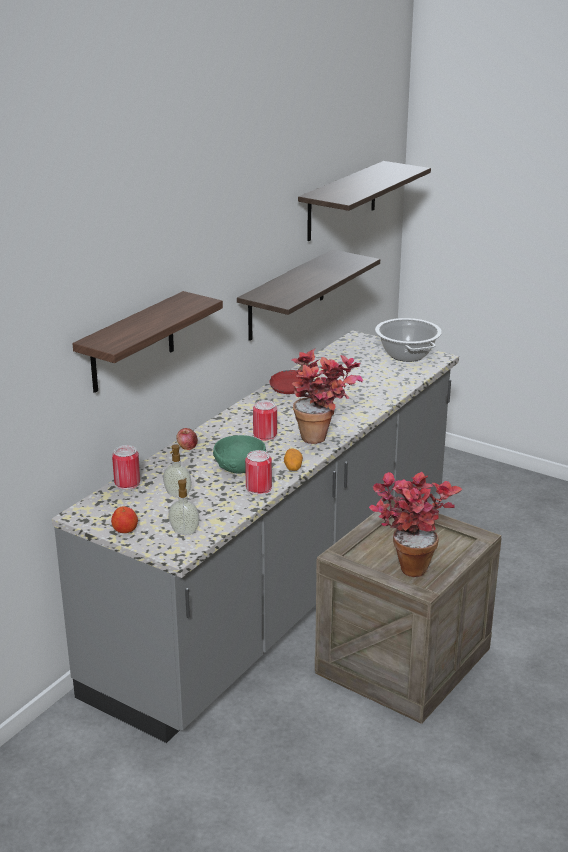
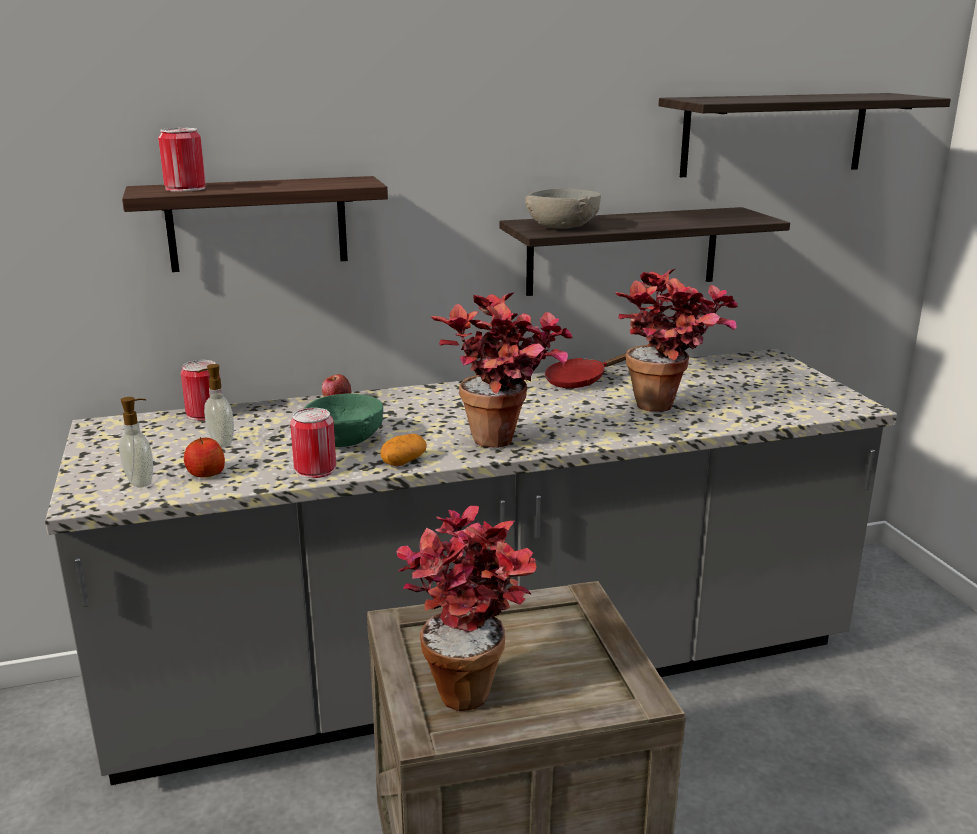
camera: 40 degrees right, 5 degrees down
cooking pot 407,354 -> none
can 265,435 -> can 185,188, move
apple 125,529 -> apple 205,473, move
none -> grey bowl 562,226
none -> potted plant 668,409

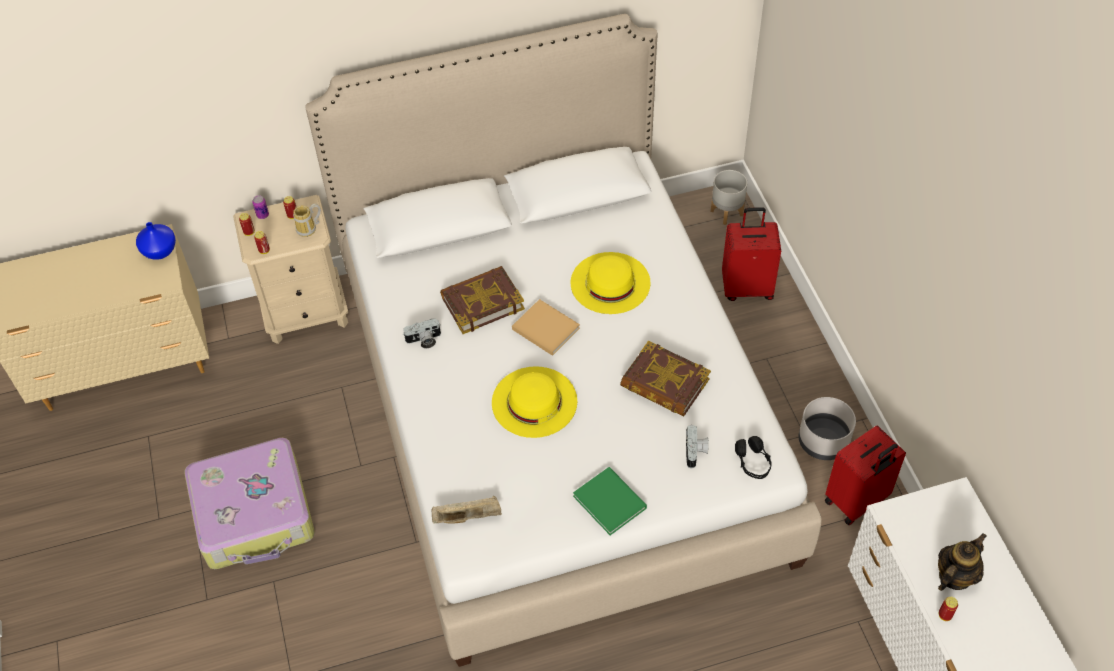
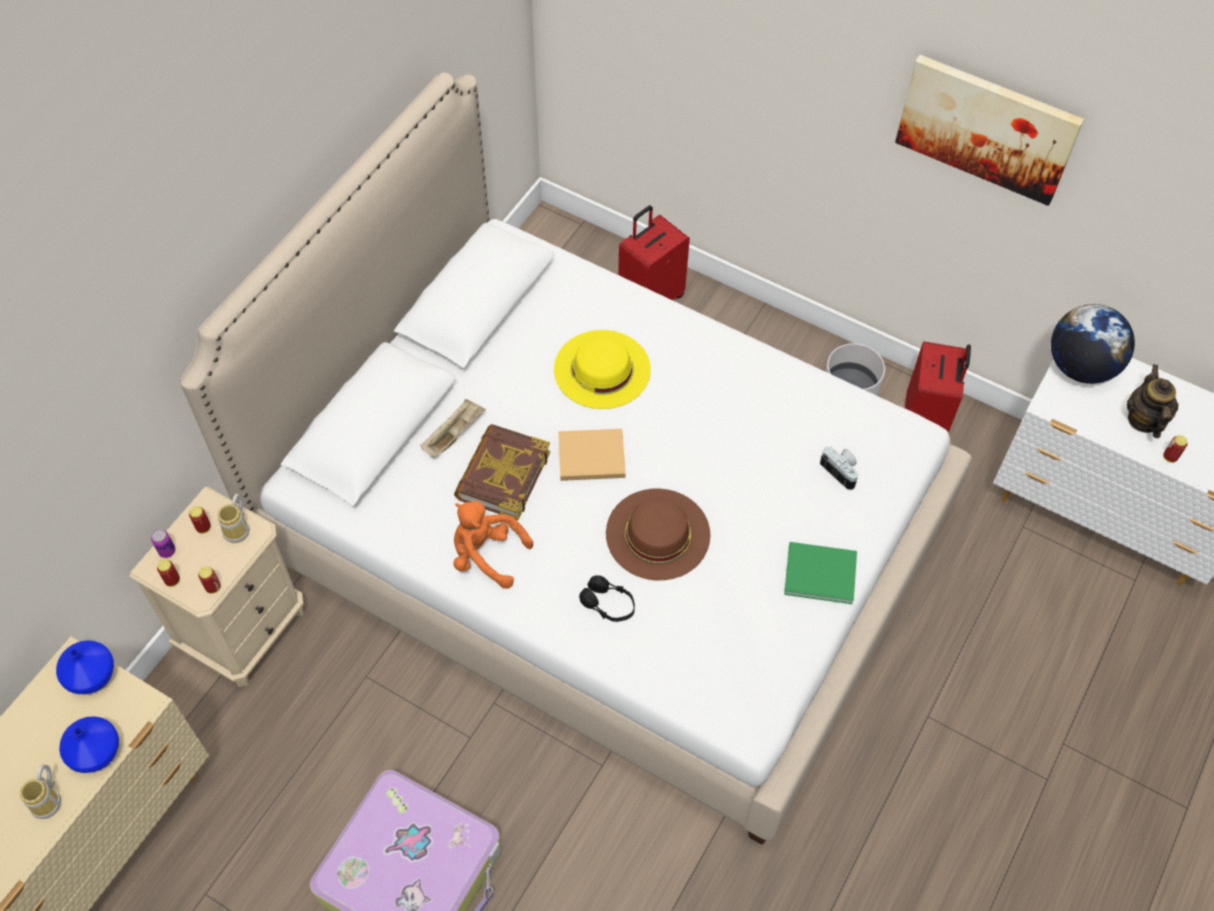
camera: 45 degrees left, 5 degrees up
grey planter 726,213 -> none
photo camera 424,340 -> orange plush toy 486,555
book 664,384 -> none
yellow hat 534,401 -> brown hat 658,534
black headphones 753,462 -> black headphones 608,604, move
beige tray 468,516 -> beige tray 454,434, move
none -> picture 987,128
none -> globe 1080,367
none -> blue vase 95,753
none -> mug 49,800

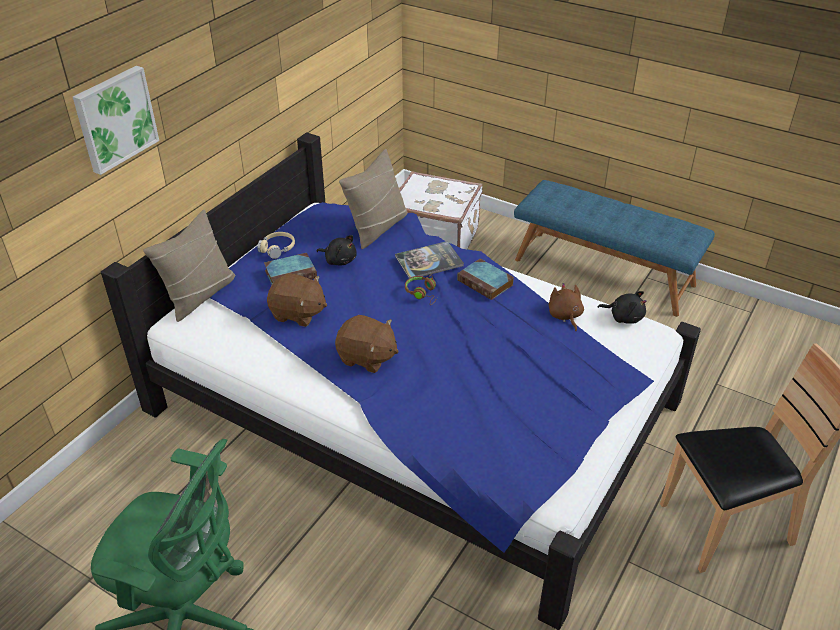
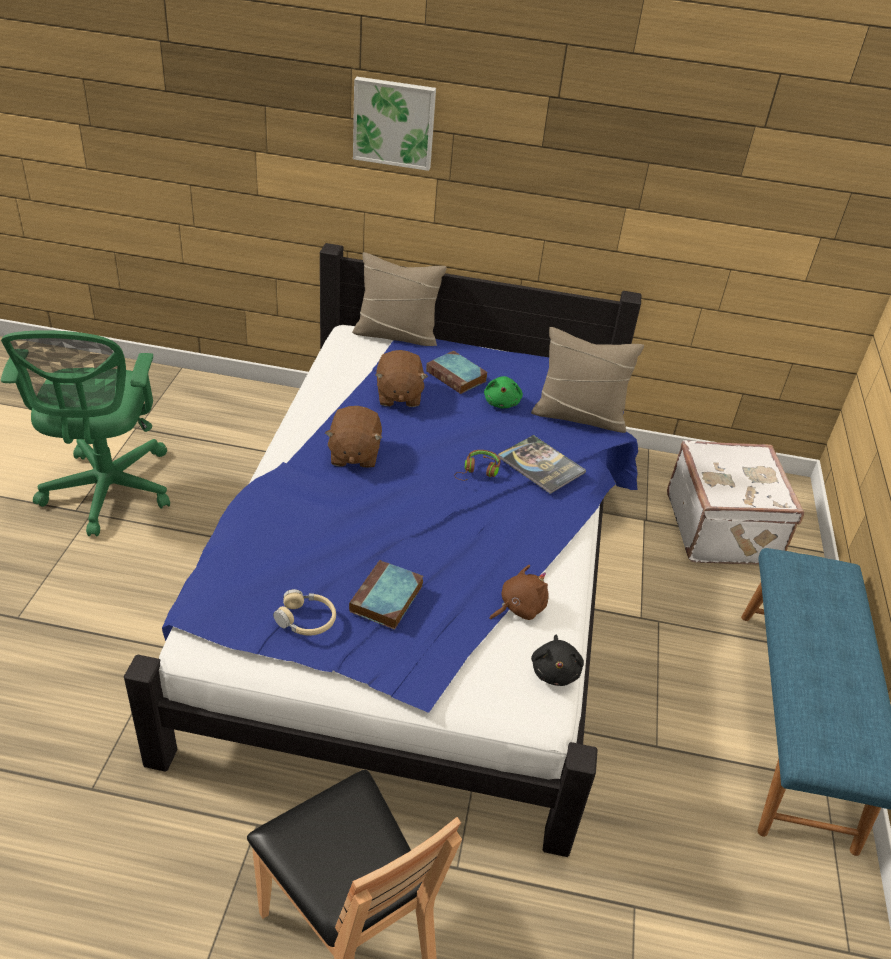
camera: 65 degrees right, 0 degrees up
beige headphones 277,248 -> beige headphones 306,620, move
black plush toy 339,260 -> green plush toy 502,402
book 486,283 -> book 386,600, move

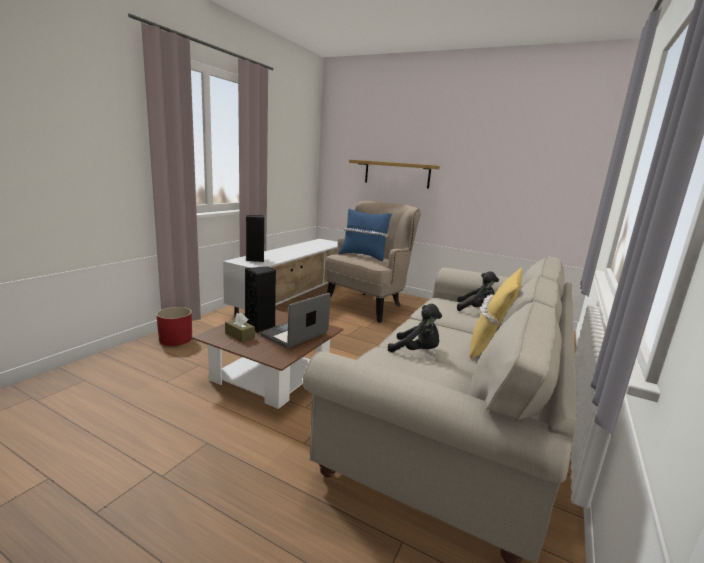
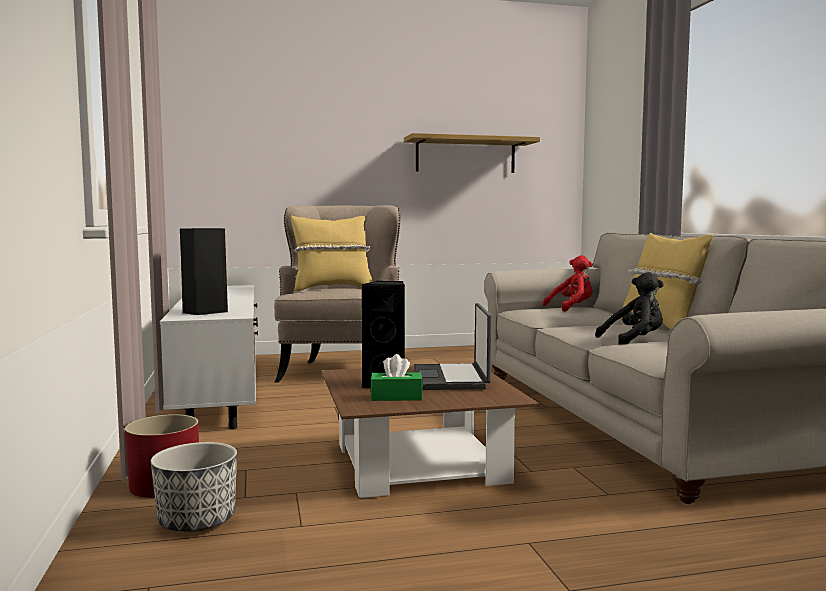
camera: 40 degrees left, 10 degrees down
shelf 397,174 -> shelf 465,155, move
blue pillow 363,256 -> yellow pillow 332,289
black plush toy 476,309 -> red plush toy 572,308
brown tissue box 239,335 -> green tissue box 396,397
none -> planter 196,521

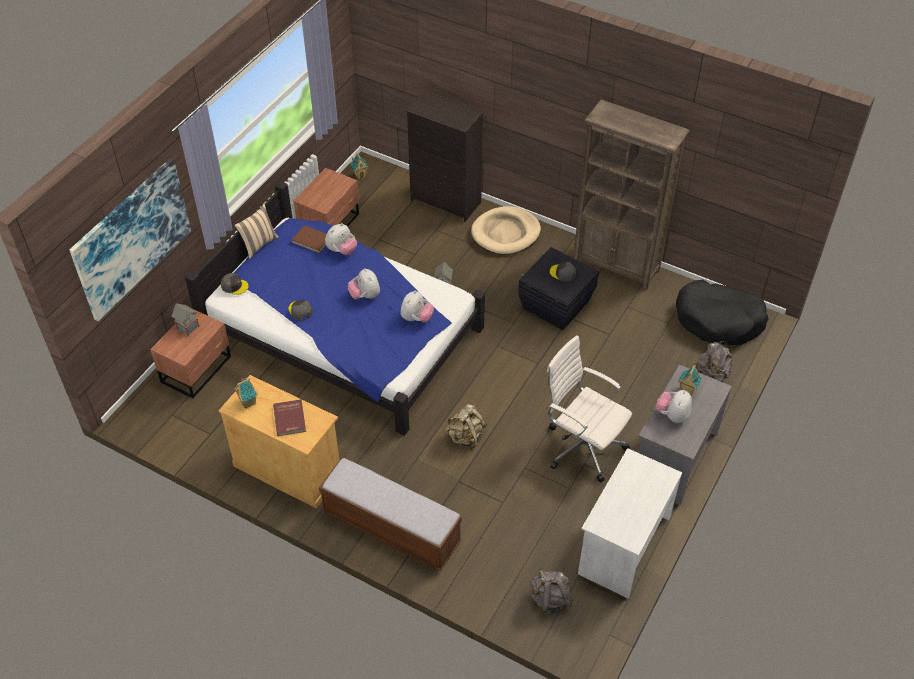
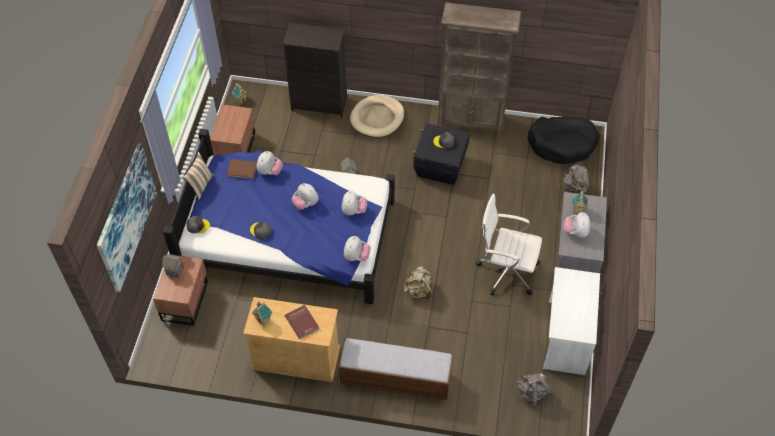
camera: 20 degrees left, 5 degrees up
none -> plush toy 356,256

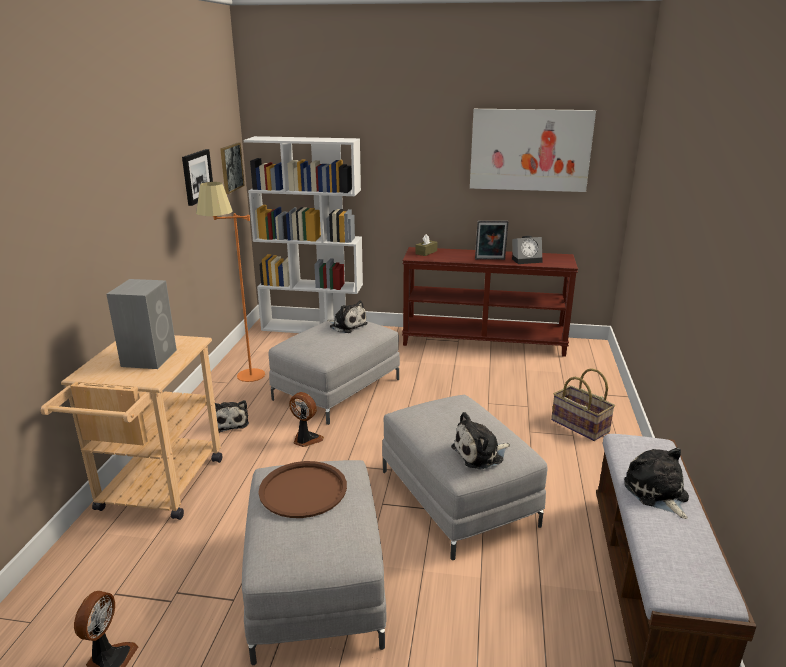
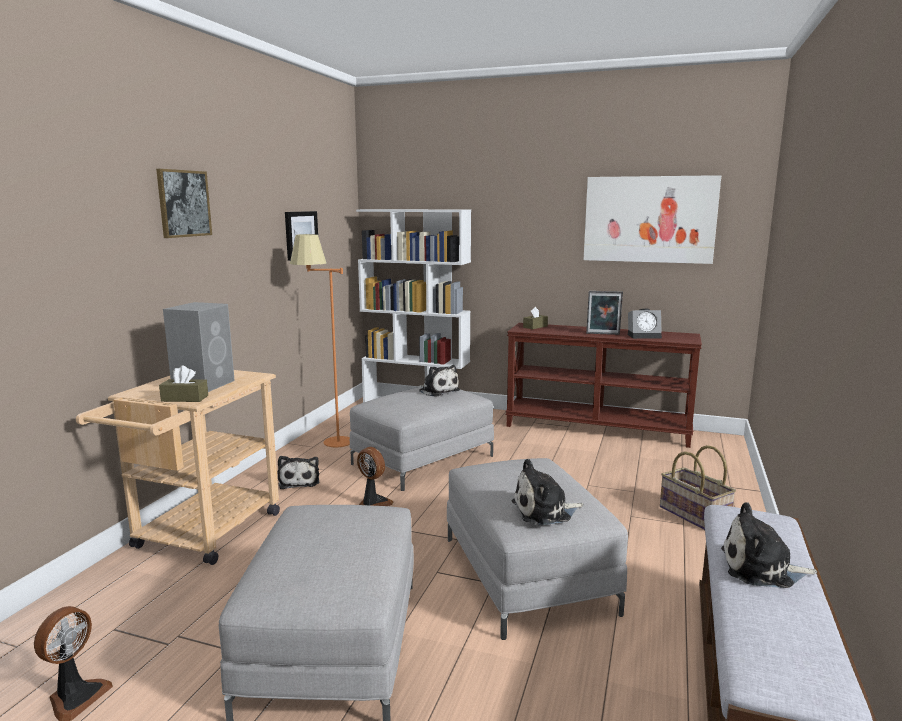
camera: 10 degrees right, 10 degrees down
picture 231,167 -> picture 184,203, move
plush toy 657,493 -> plush toy 761,569, 75 degrees counterclockwise
brown tray 303,490 -> none
none -> brown tissue box 185,398

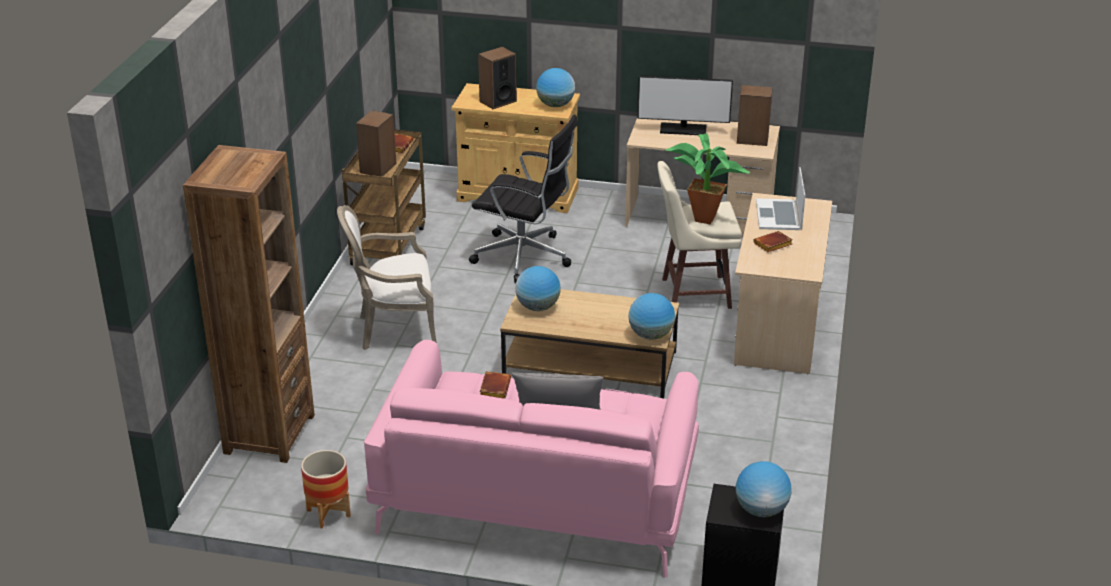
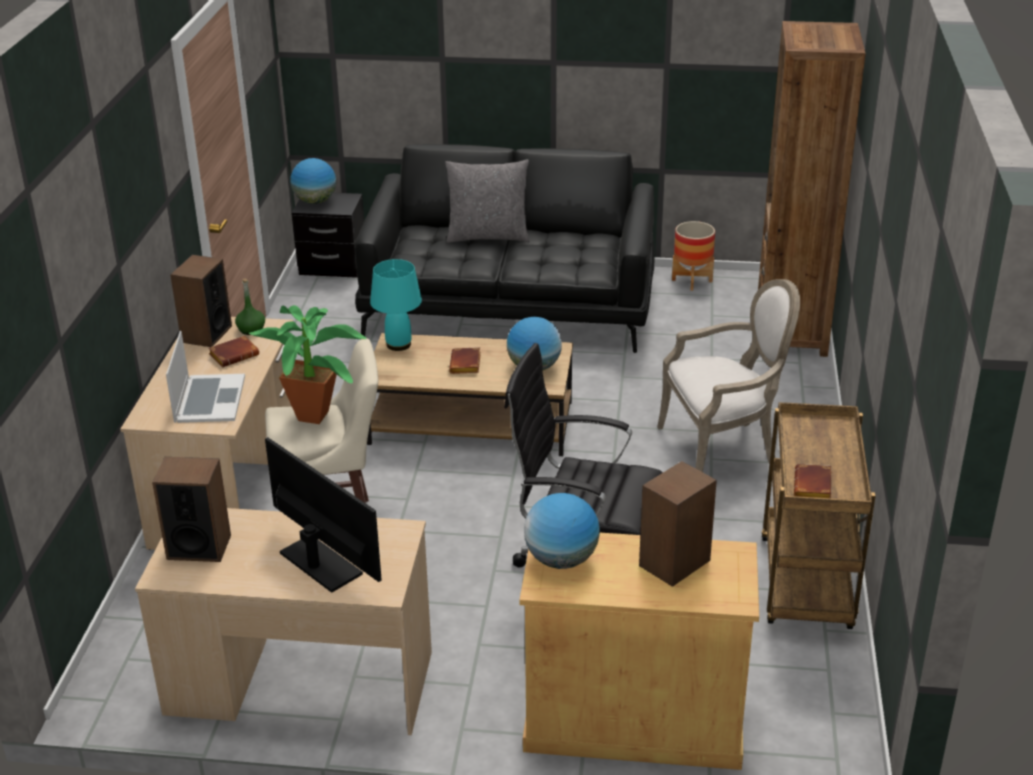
camera: 175 degrees right, 0 degrees up
monitor 683,129 -> monitor 320,564, 45 degrees clockwise
speaker 378,168 -> speaker 206,334, move
globe 650,335 -> turquoise table lamp 398,344
pink sofa 536,494 -> black sofa 511,304
brown book 494,388 -> brown book 466,365, move
none -> green bottle 251,329

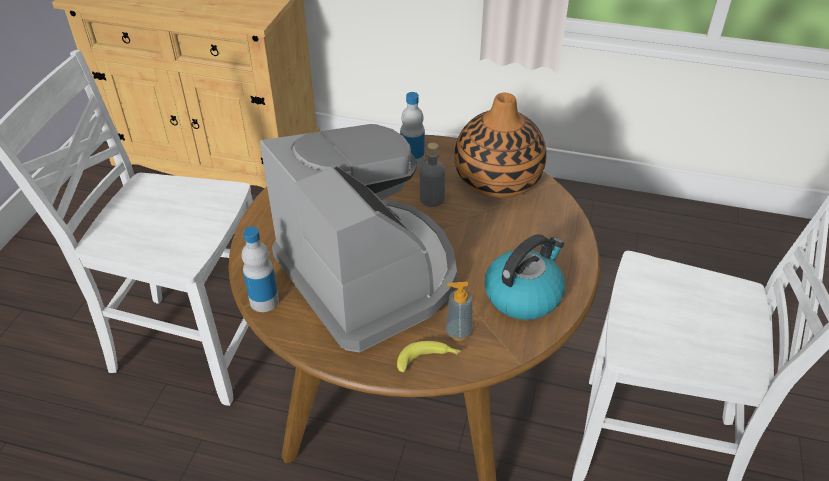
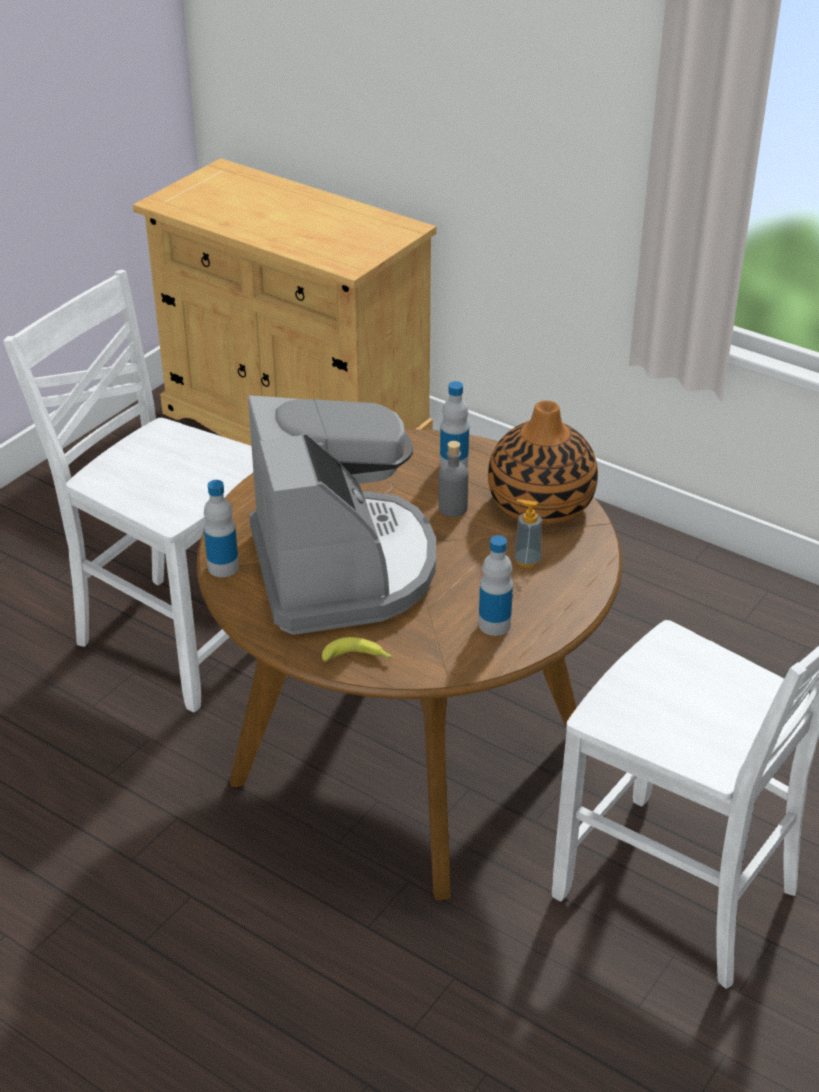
camera: 20 degrees right, 5 degrees down
kettle 523,295 -> bottle 494,624
soap dispenser 458,332 -> soap dispenser 527,560, move

